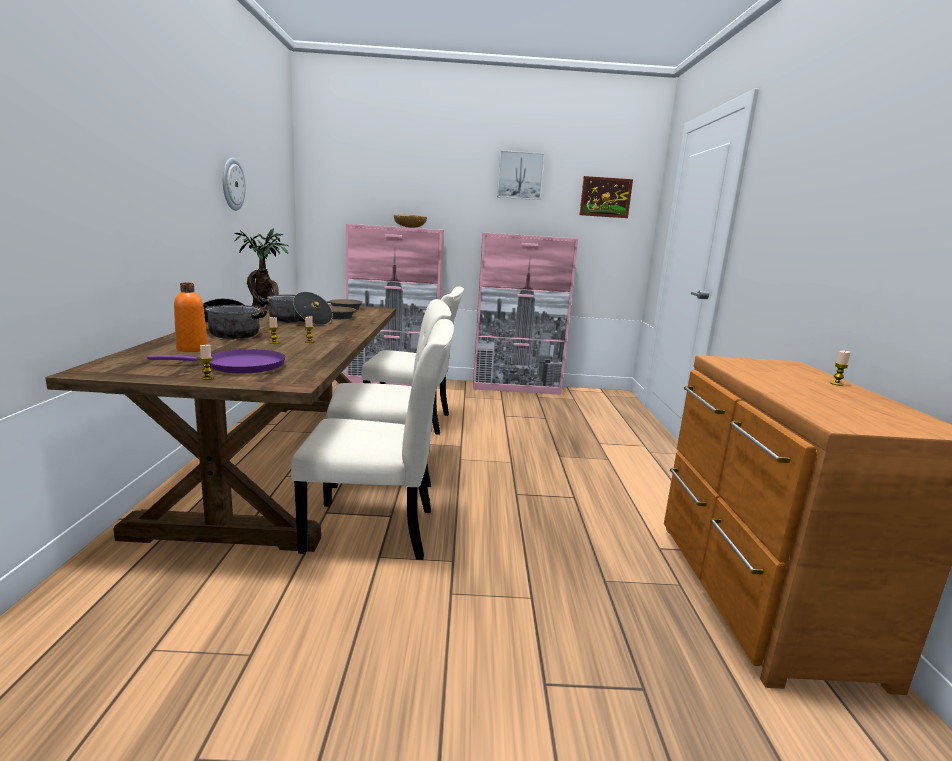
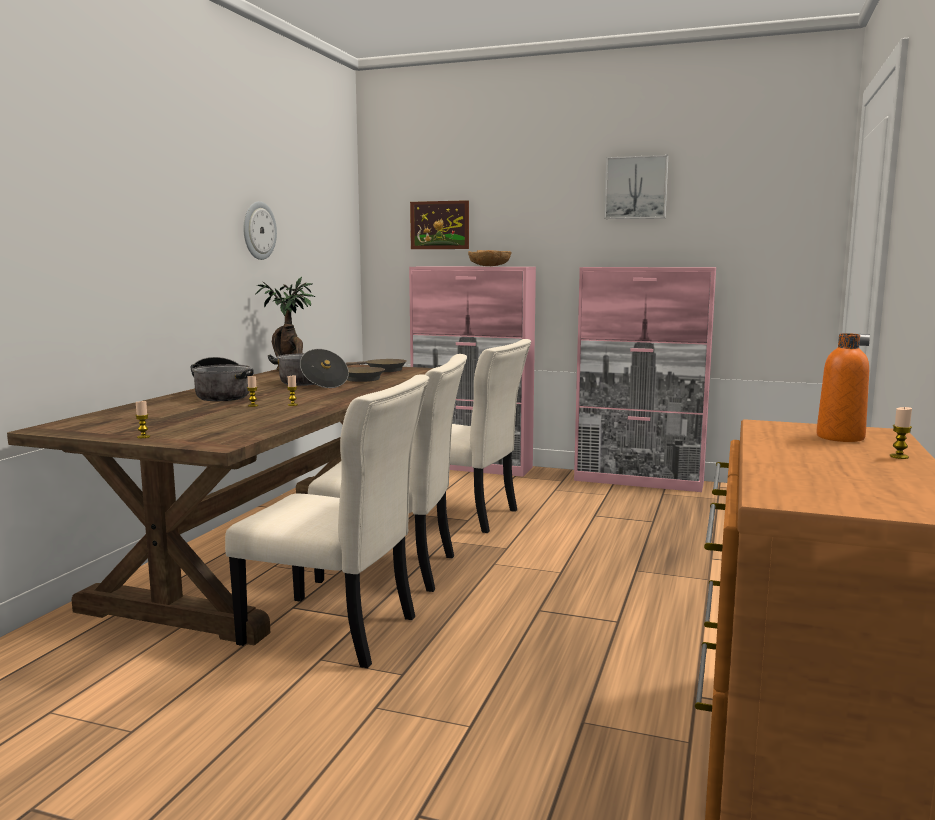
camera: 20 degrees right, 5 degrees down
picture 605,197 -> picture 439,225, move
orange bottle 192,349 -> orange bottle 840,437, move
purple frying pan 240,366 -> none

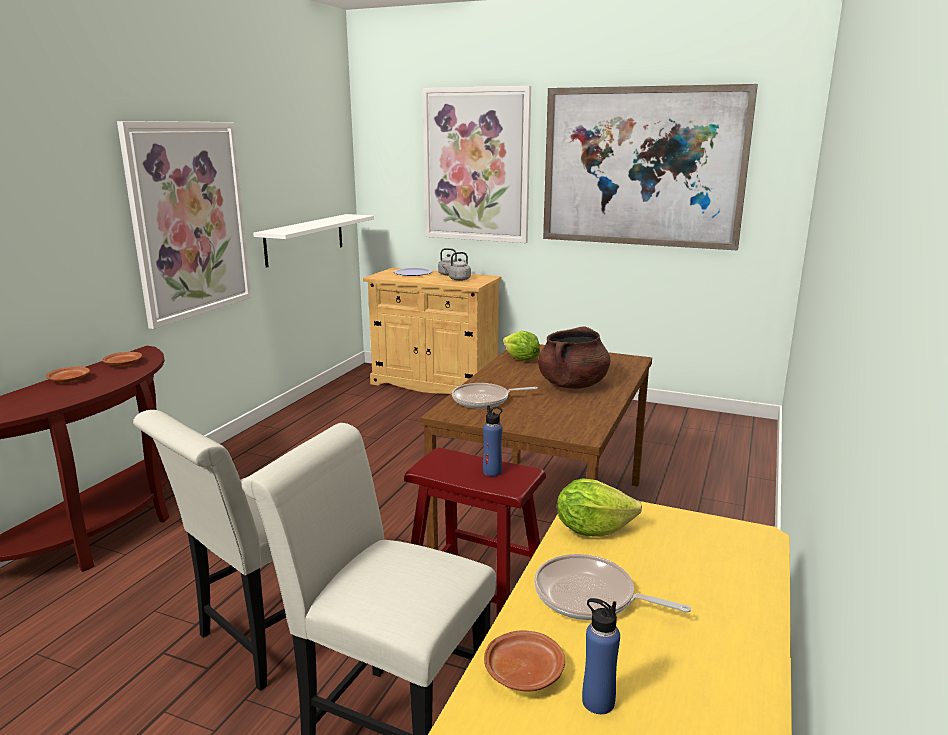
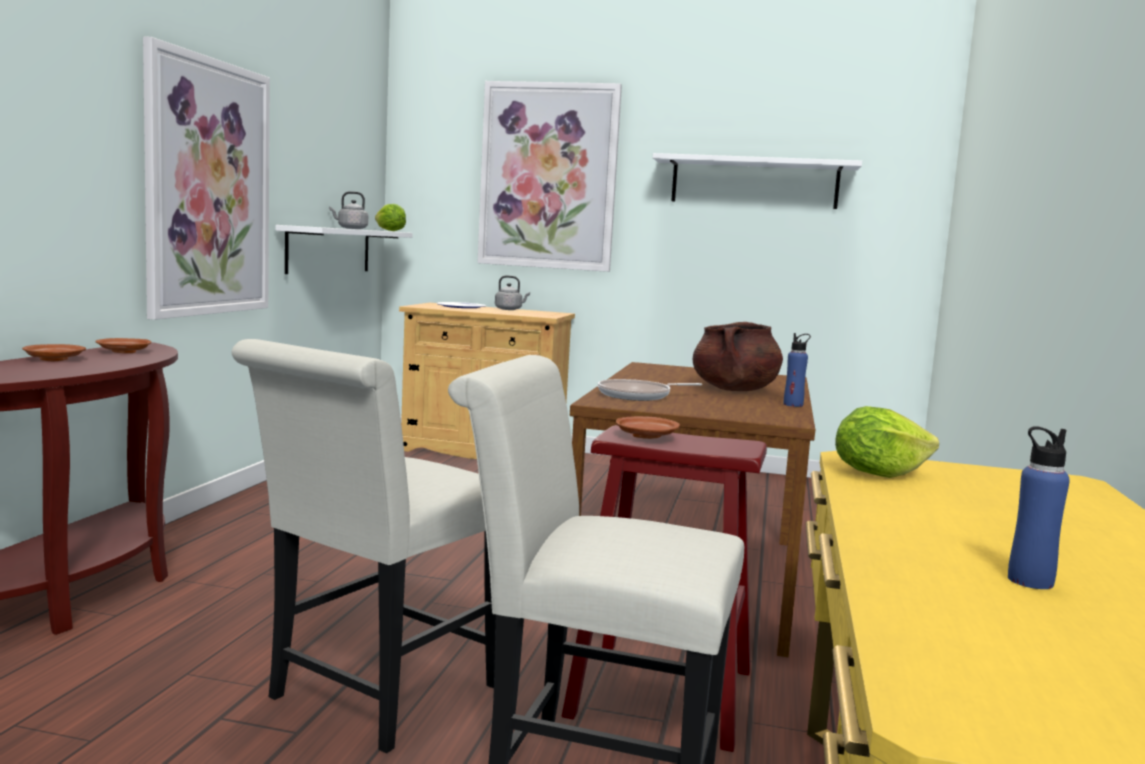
camera: 10 degrees left, 10 degrees down
picture 642,167 -> white shelf 754,183
grey kettle 458,279 -> grey kettle 351,228, move
lettuce 521,359 -> lettuce 389,231, move
blue bottle 492,472 -> blue bottle 793,405, move
frying pan 590,597 -> none
brown plate 524,671 -> brown plate 646,436, move

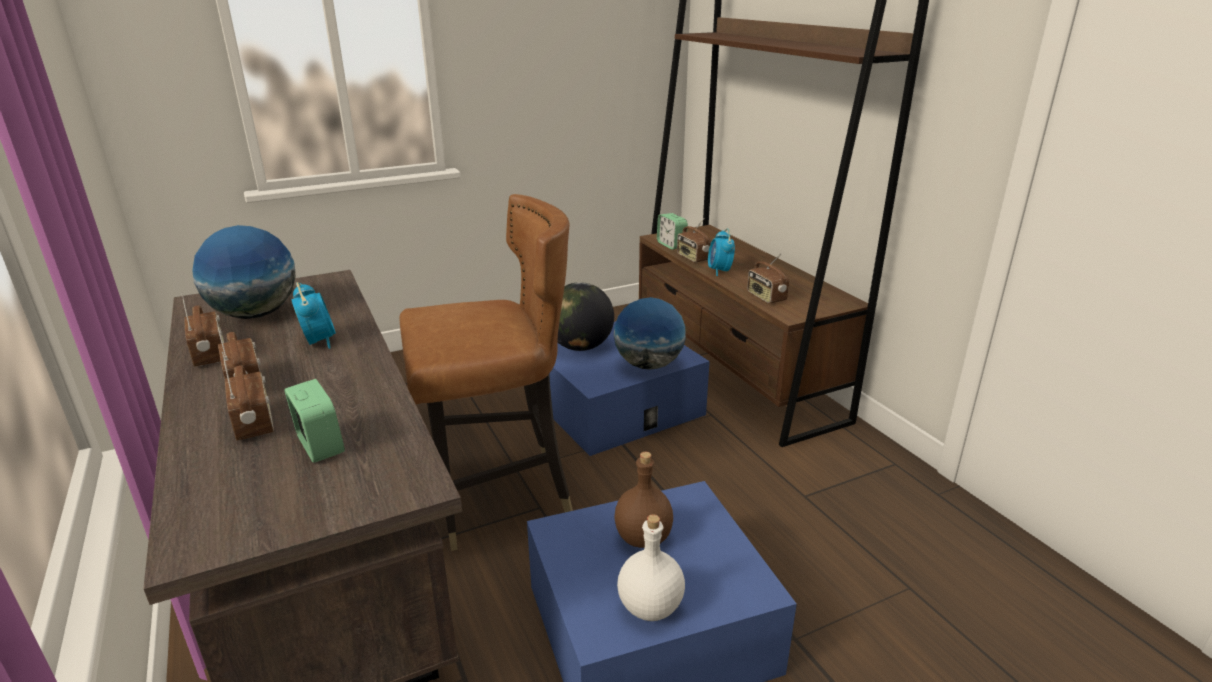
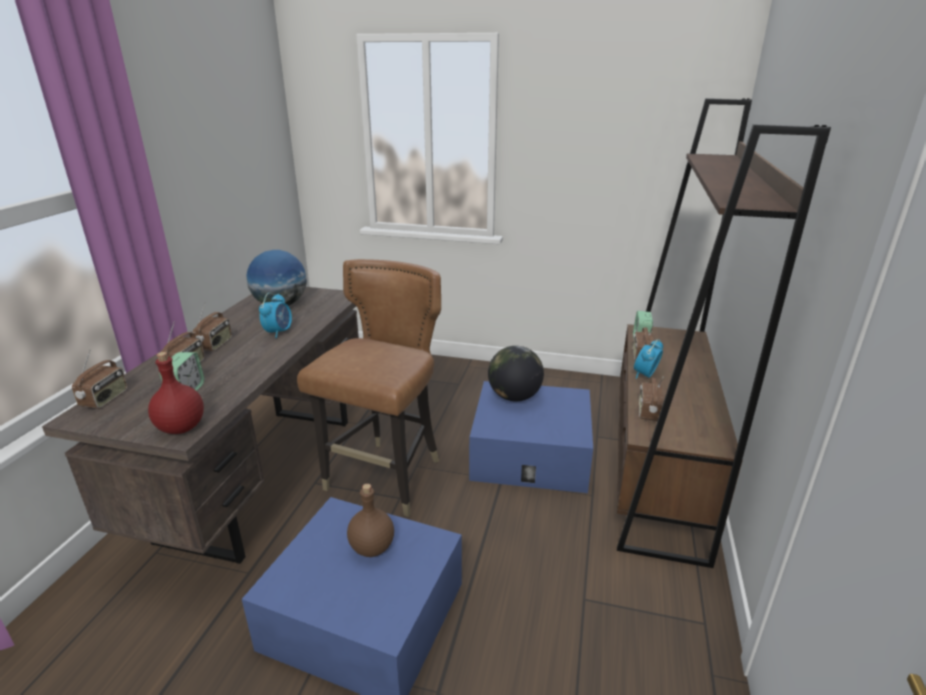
camera: 40 degrees right, 0 degrees up
brown chair 499,497 -> brown chair 386,478, 90 degrees counterclockwise
radio 211,355 -> radio 105,399, move
globe 649,365 -> none
white bottle 651,608 -> none
none -> red bottle 180,428

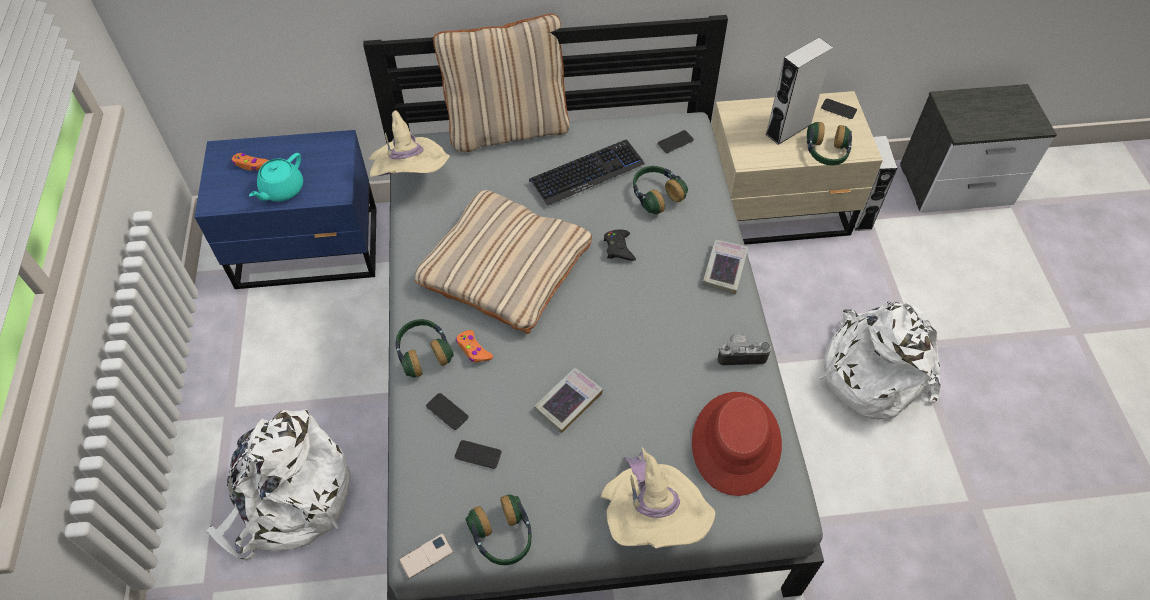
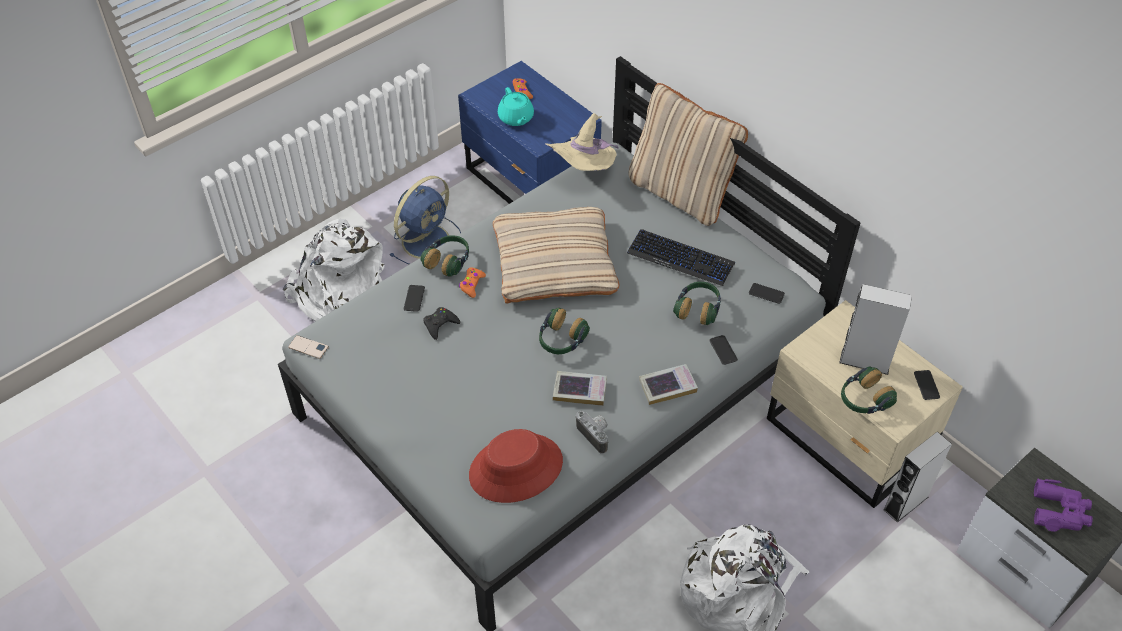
camera: 55 degrees right, 5 degrees down
turquoise teapot 281,190 -> turquoise teapot 516,118, 105 degrees counterclockwise
black game controller 619,248 -> black game controller 440,325, move
book 568,402 -> book 580,390, move
phone 478,455 -> phone 723,350, move
beige hat 651,518 -> none
headphones 503,537 -> headphones 561,340, move
none -> blue fan 427,240
none -> purple binoculars 1059,511

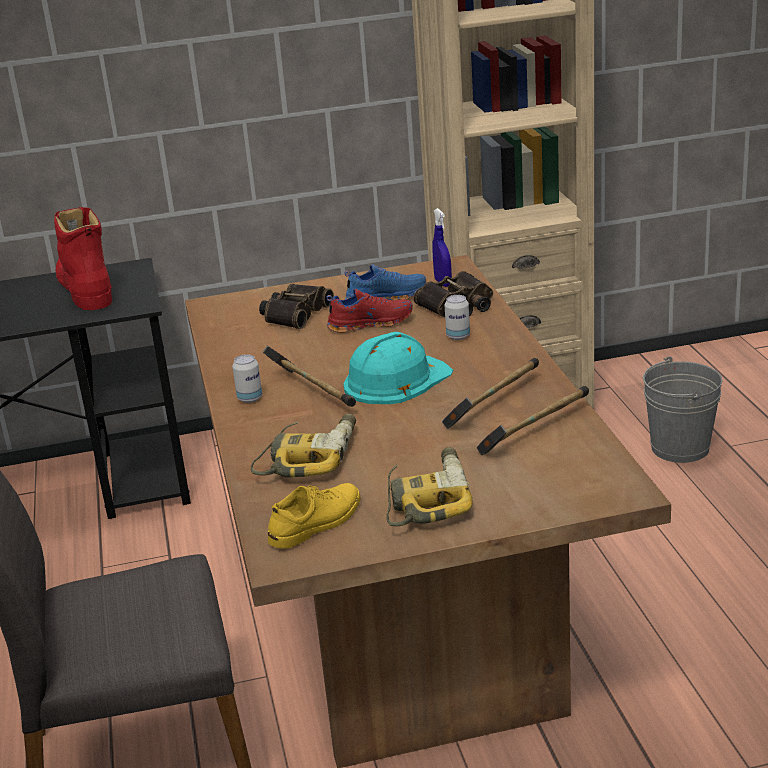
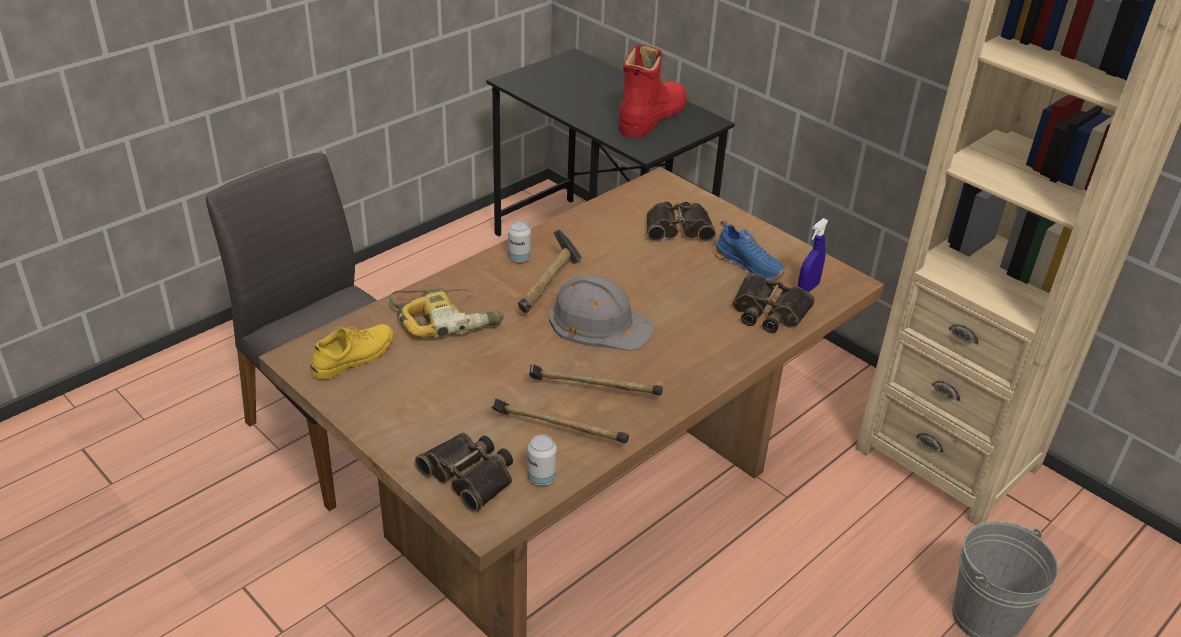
camera: 55 degrees right, 10 degrees up
red shoe 370,323 -> none
can 458,336 -> can 541,478, move
turquoise hard hat 395,380 -> grey hard hat 599,322
power drill 426,498 -> none
yellow shoe 316,522 -> yellow shoe 354,356, 60 degrees counterclockwise
none -> binoculars 470,475

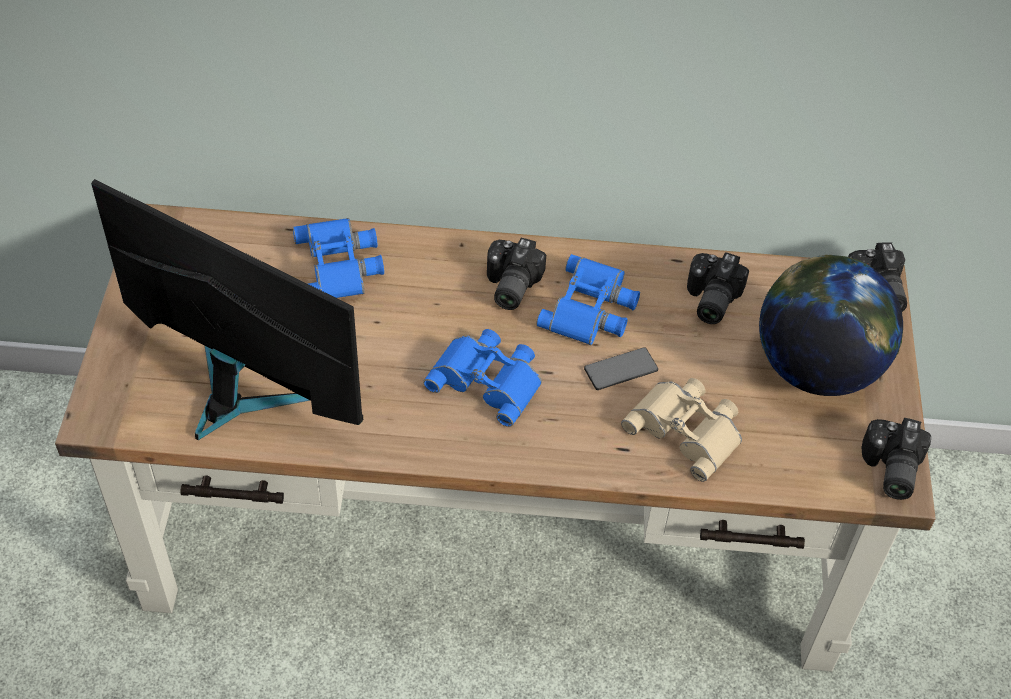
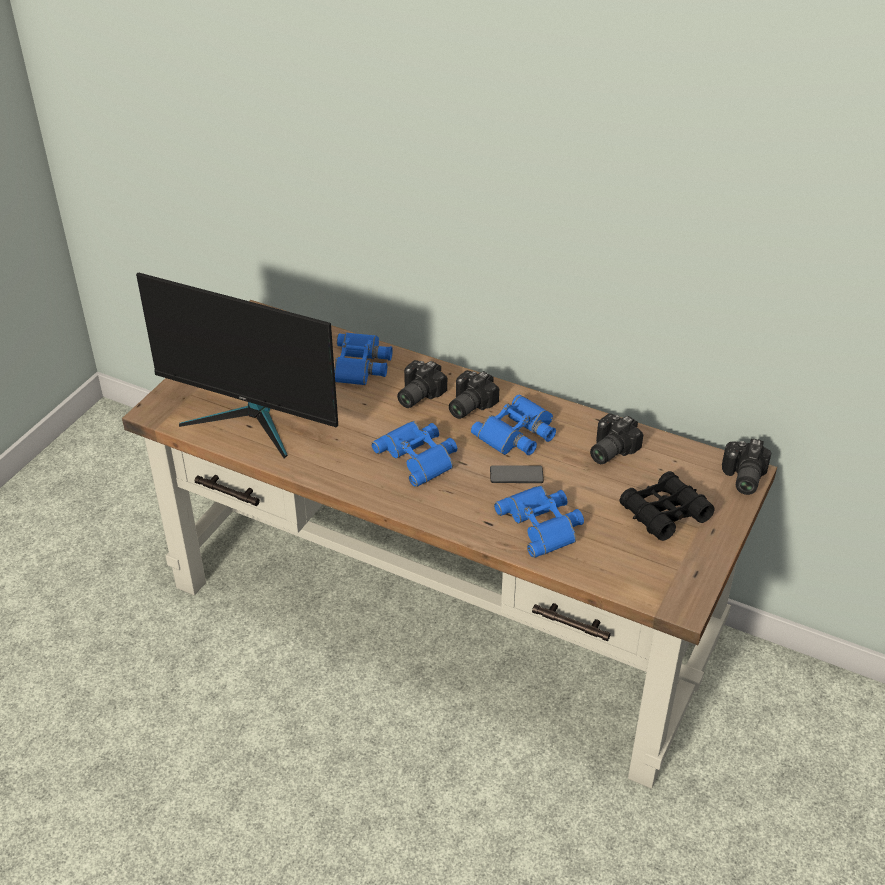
camera: 25 degrees right, 10 degrees down
monitor 239,390 -> monitor 251,419, 150 degrees clockwise
globe 816,368 -> black binoculars 664,513
beige binoculars 687,429 -> blue binoculars 543,524
photo camera 889,469 -> photo camera 416,395, move

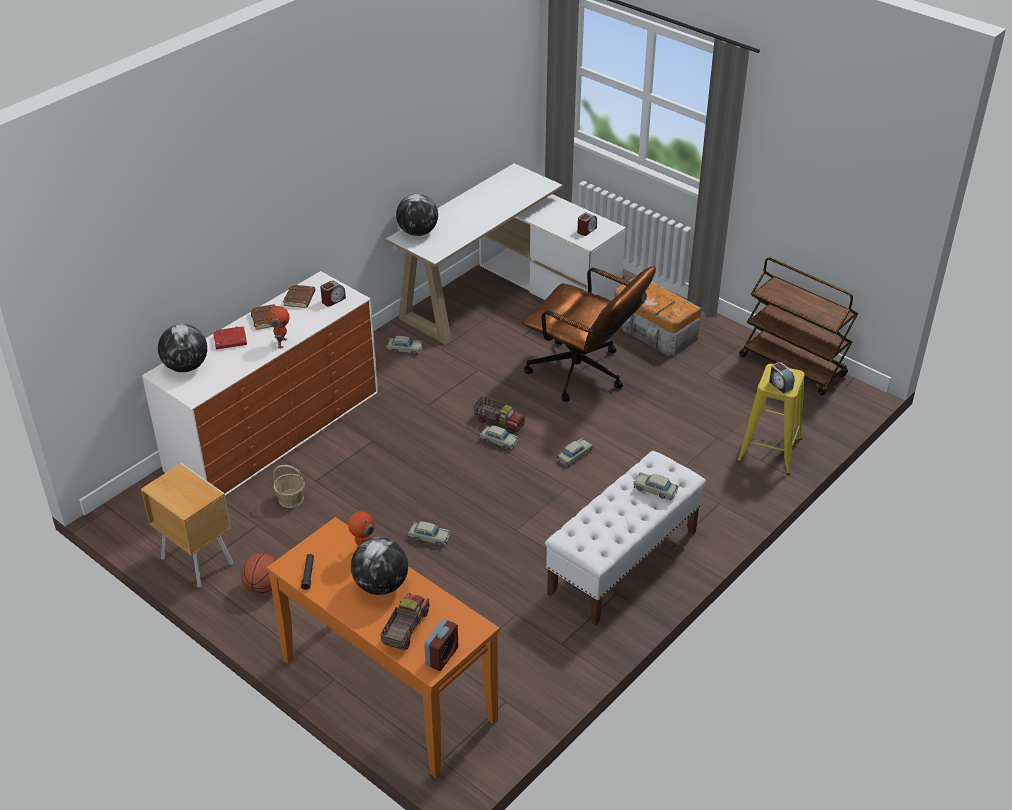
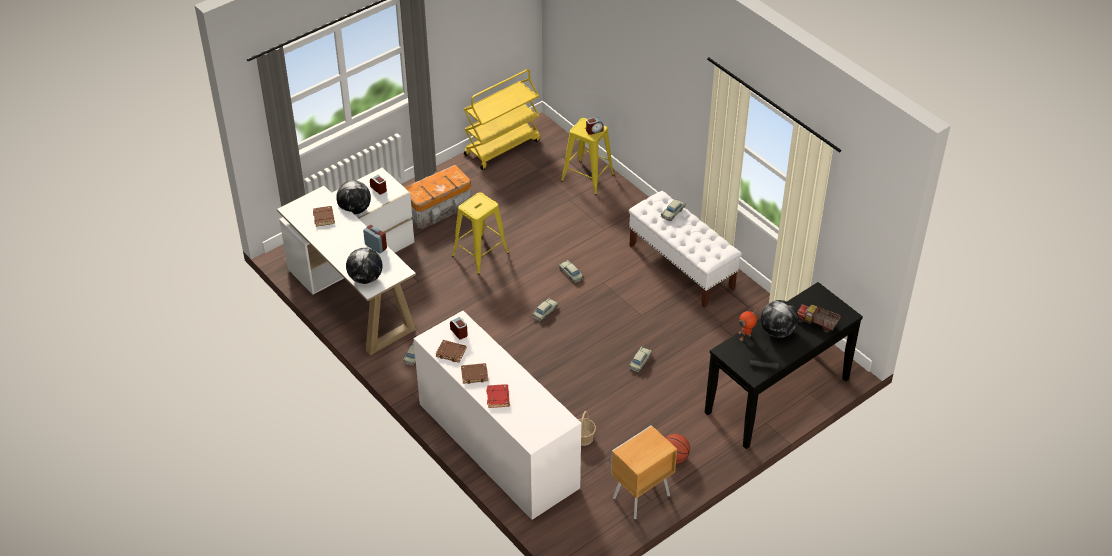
camera: 80 degrees left, 5 degrees up
brown cart 793,366 -> yellow cart 502,147
brown office chair 584,375 -> yellow stool 480,254
toy robot 281,343 -> none
globe 186,366 -> globe 354,210, move
toy truck 499,422 -> none
orange console table 387,690 -> black console table 777,396
alarm clock 442,656 -> alarm clock 376,247, move
none -> brown book 324,218

